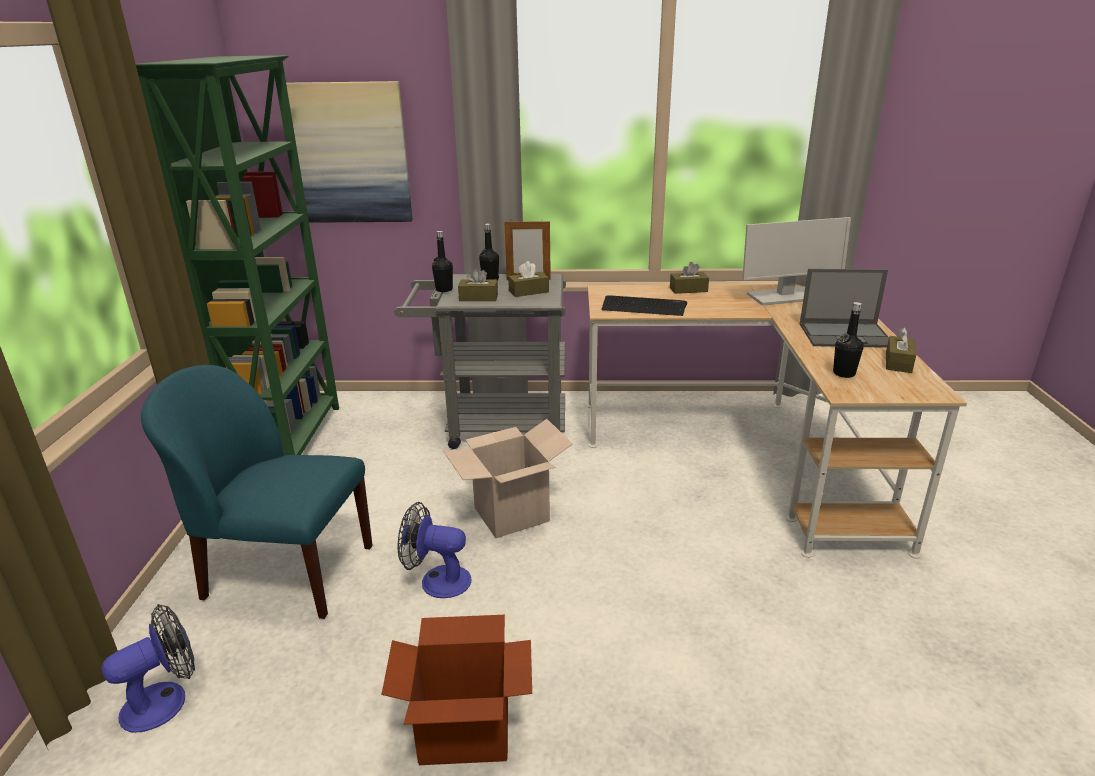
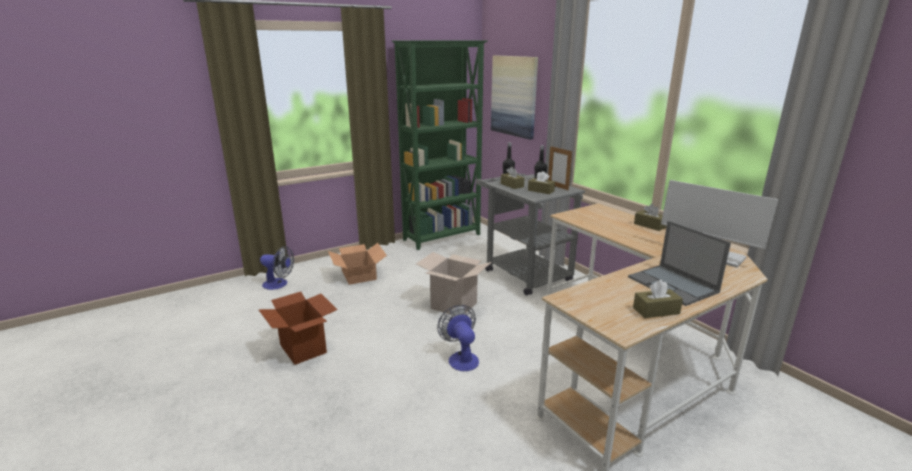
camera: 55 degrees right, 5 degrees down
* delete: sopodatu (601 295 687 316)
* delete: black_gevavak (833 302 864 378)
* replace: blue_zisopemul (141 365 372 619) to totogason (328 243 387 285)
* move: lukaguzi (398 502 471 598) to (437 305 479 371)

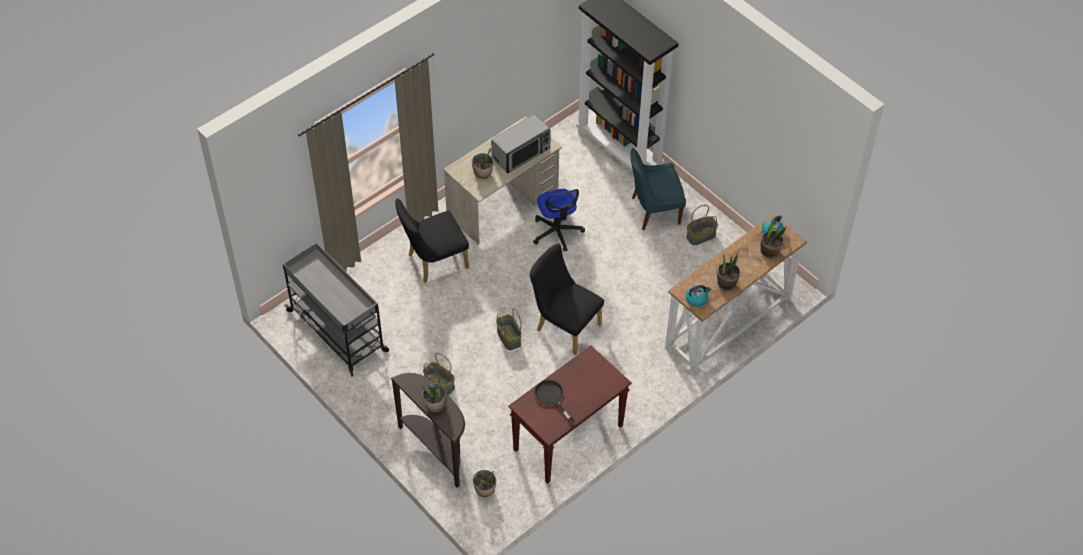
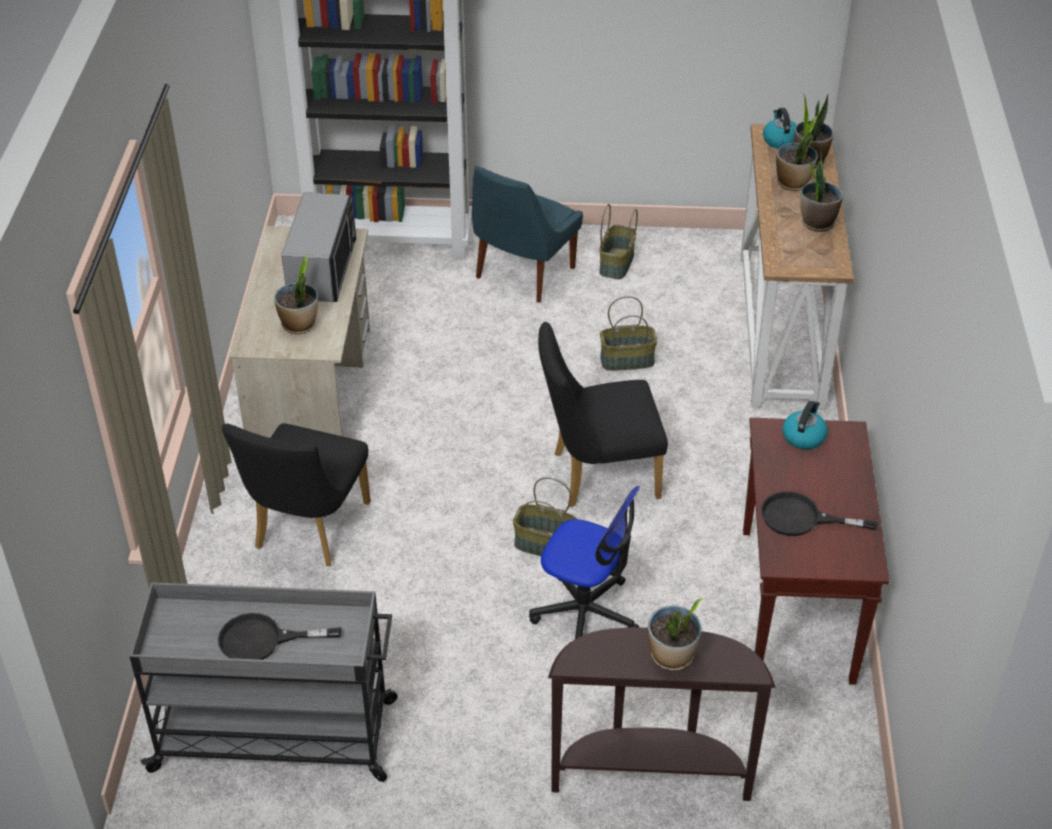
camera: 45 degrees left, 10 degrees down
* move: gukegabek (533 189 585 252) to (529 486 640 639)
* move: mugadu (685 285 711 307) to (782 401 828 449)
* move: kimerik (423 353 455 395) to (600 296 657 371)
* move: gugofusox (473 470 496 497) to (776 116 818 191)
* insert: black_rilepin (218 613 342 660)

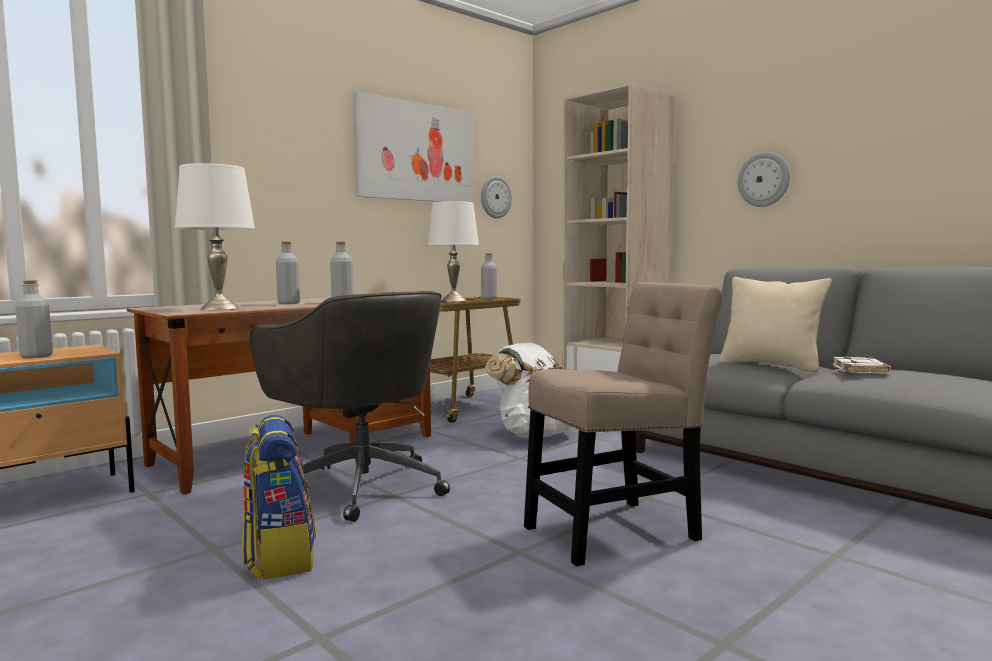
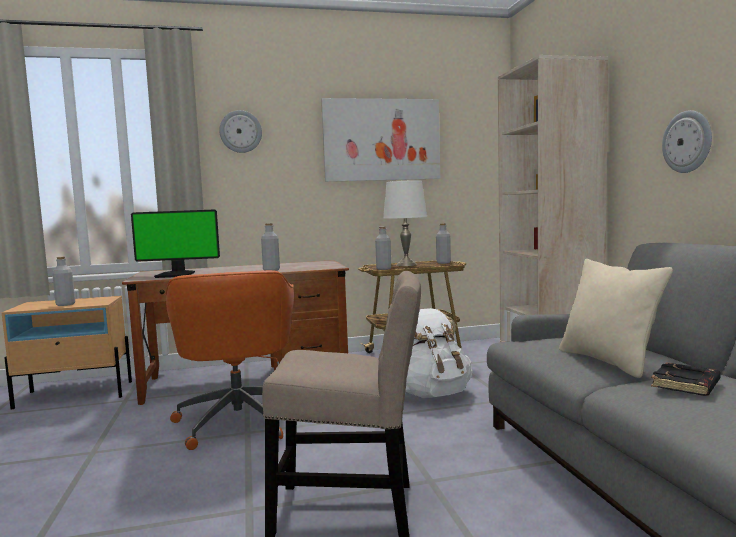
camera: 30 degrees right, 0 degrees up
* replace: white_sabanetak (175 163 255 310) to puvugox (131 209 220 278)
* move: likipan (481 176 512 218) to (219 110 262 153)
* move: grey_gevavak (276 242 300 304) to (375 227 391 270)
* recolor: grey_gukegabek (250 291 450 522) to orange_gukegabek (166 270 294 450)
* recolor: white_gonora (832 356 891 374) to black_gonora (651 362 721 396)
* delete: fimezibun (242 415 316 579)

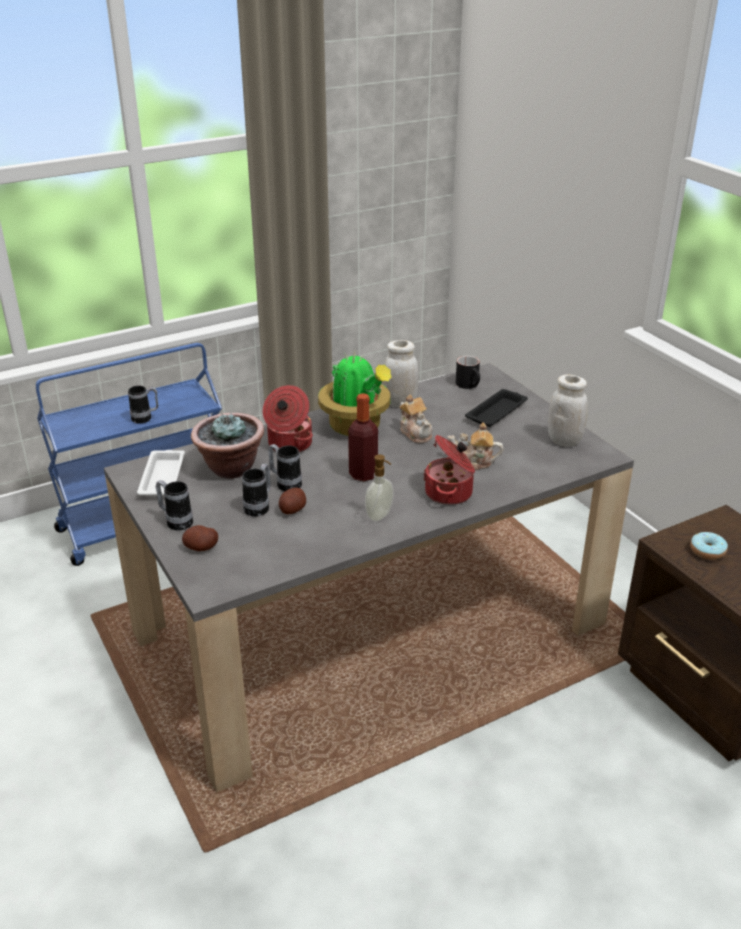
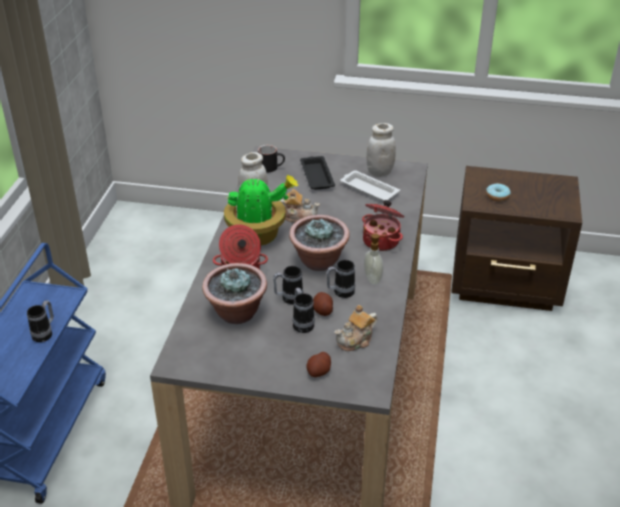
camera: 50 degrees left, 5 degrees up
* replace: gevavak (348 393 378 481) to gugofusox (289 215 350 271)
* move: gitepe (447 422 504 470) to (335 305 378 351)
* move: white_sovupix (137 450 185 497) to (340 170 400 202)
* move: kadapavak (155 480 193 531) to (327 260 355 298)

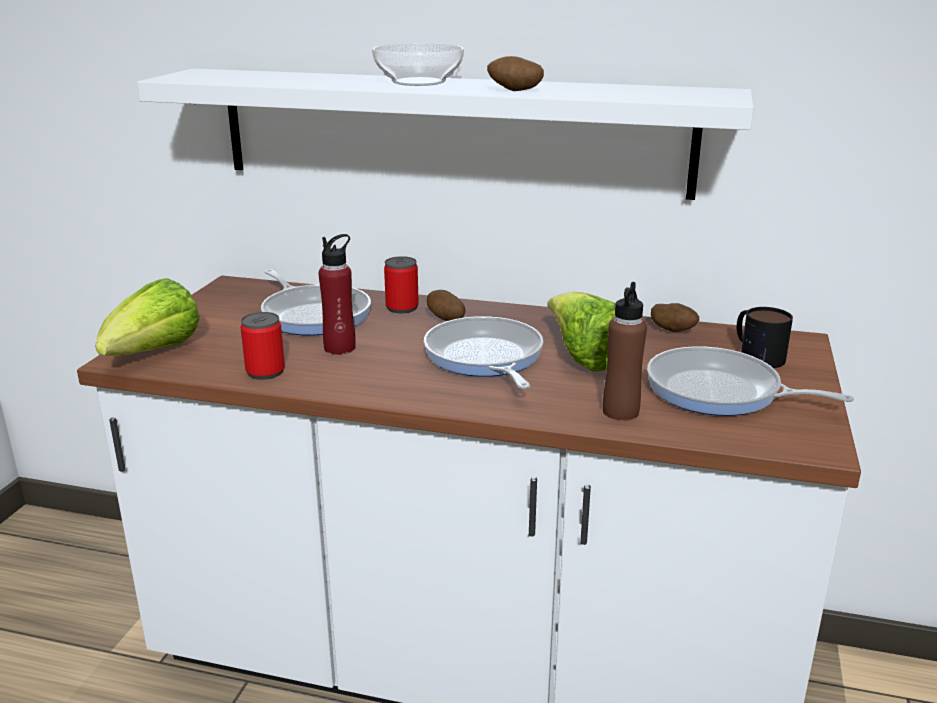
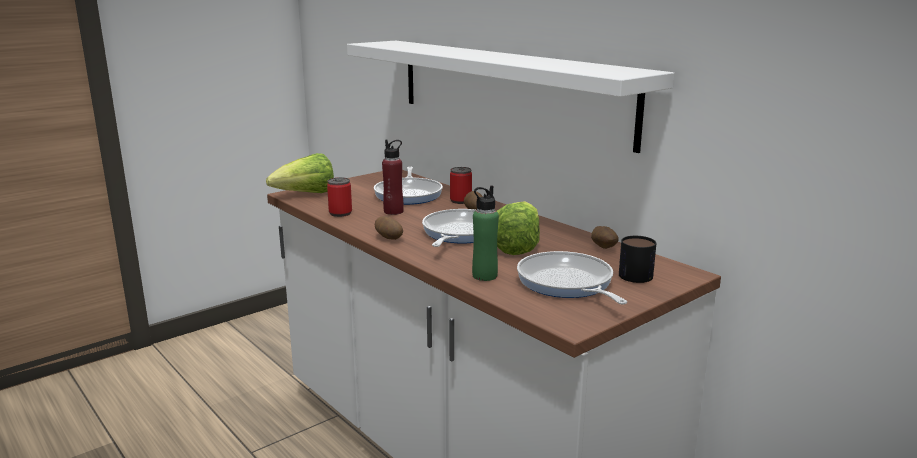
camera: 35 degrees right, 5 degrees down
* delete: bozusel (372 43 464 86)
* move: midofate (487 56 544 91) to (375 216 403 240)
* recolor: brown_gevavak (603 282 647 421) to green_gevavak (472 186 499 281)

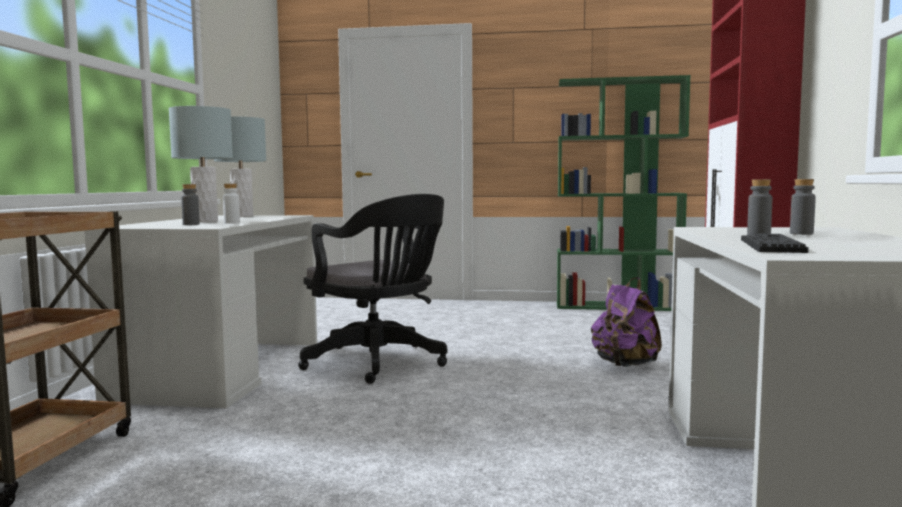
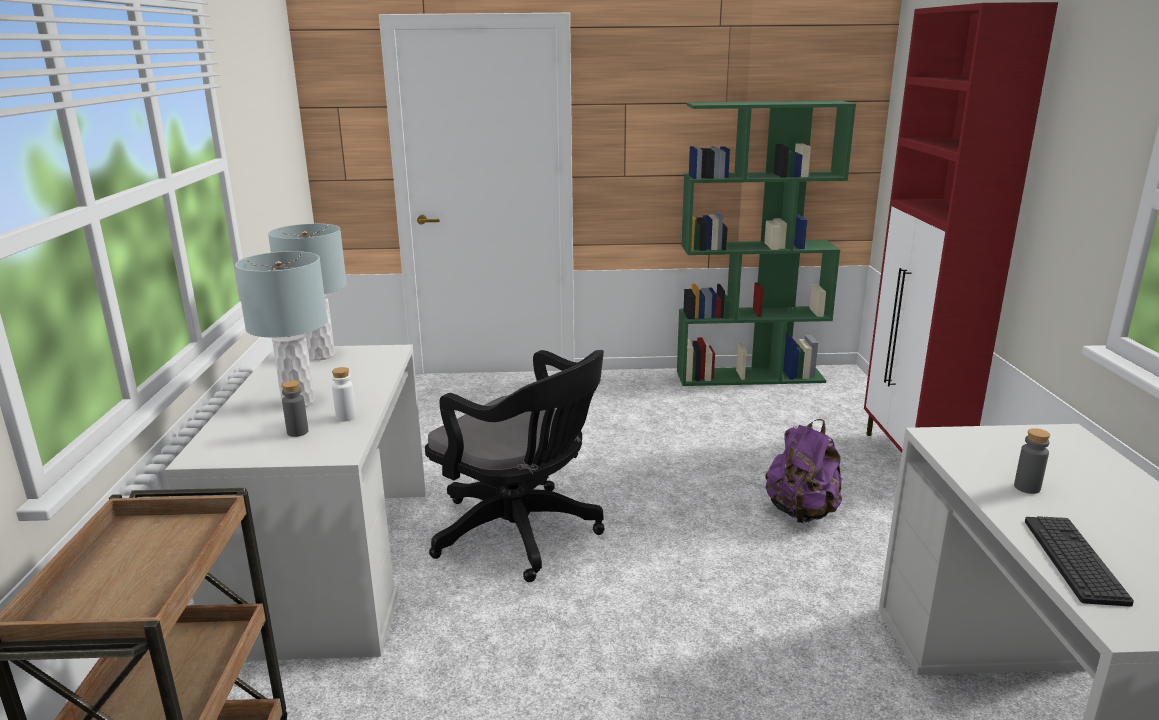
camera: 10 degrees left, 15 degrees up
* delete: grey_gevavak (790 179 816 235)

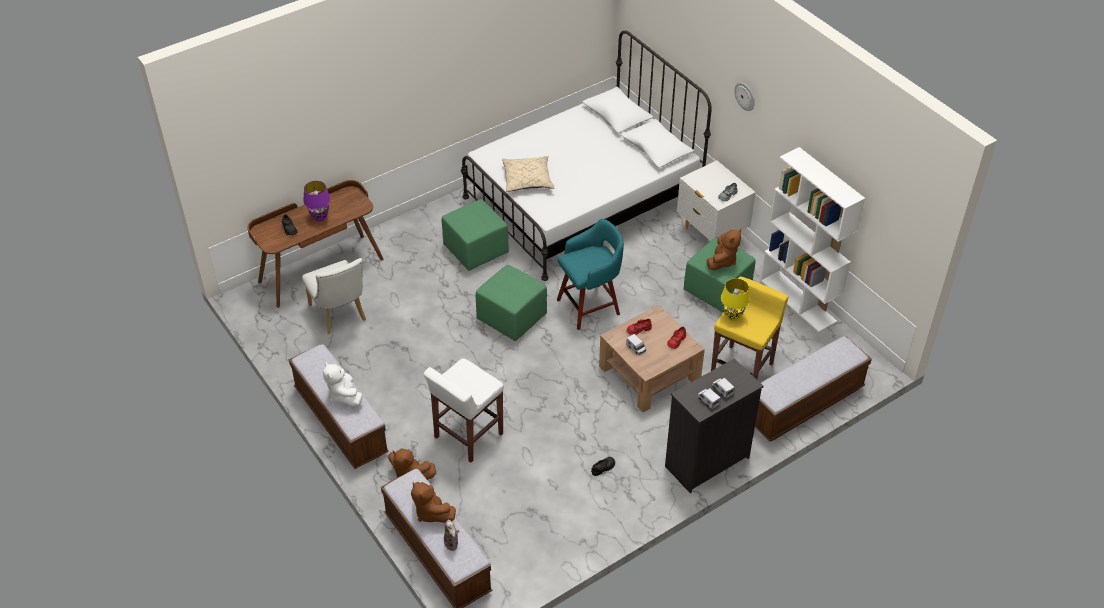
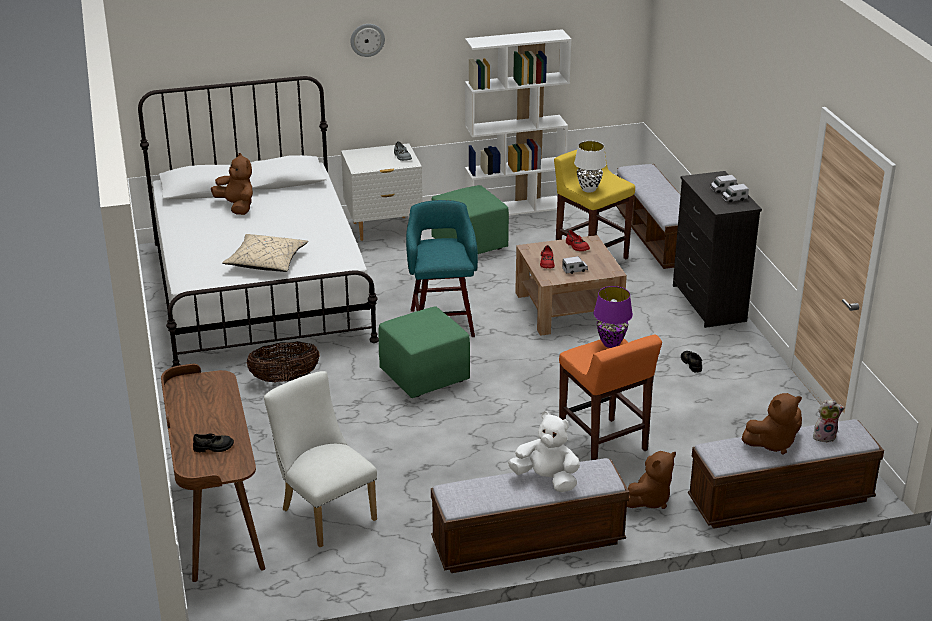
camera: 70 degrees left, 15 degrees down
* move: purple_sabanetak (303 181 331 222) to (594 286 633 348)
* replace: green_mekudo (442 199 509 271) to kimerik (246 341 320 383)
* move: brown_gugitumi (707 229 741 270) to (211 153 253 215)
* rotate: white_zisopemul (302 258 366 334) = (264 371 377 547) 120 degrees counterclockwise
* recolor: yellow_sabanetak (721 278 750 321) to white_sabanetak (574 141 606 193)
* recolor: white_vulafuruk (424 358 504 463) to orange_vulafuruk (559 334 662 460)
* rotate: white_gugitumi (323 362 363 407) = (508 411 580 492) 150 degrees counterclockwise

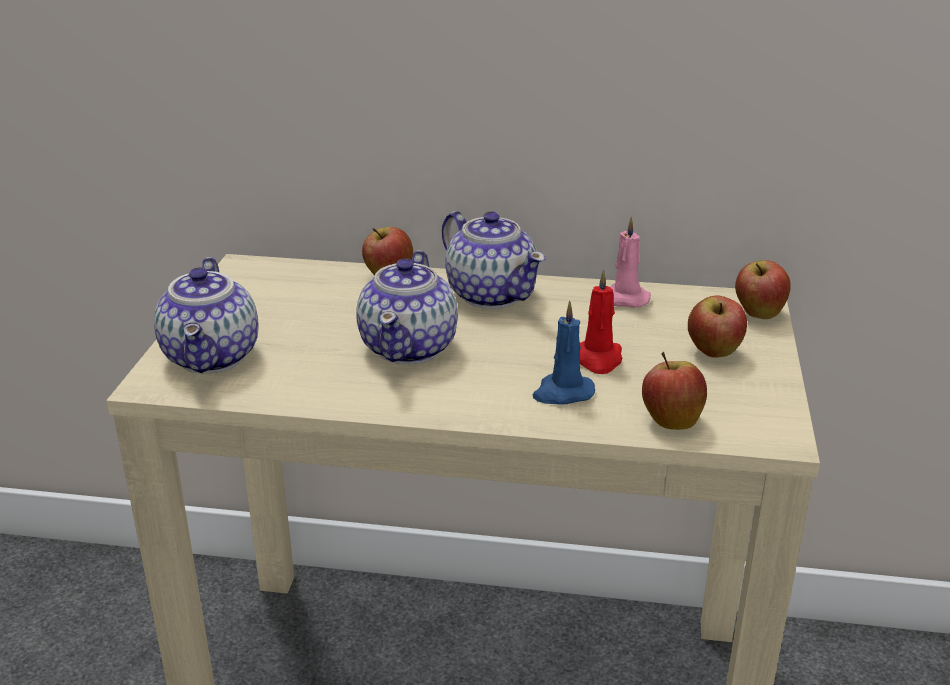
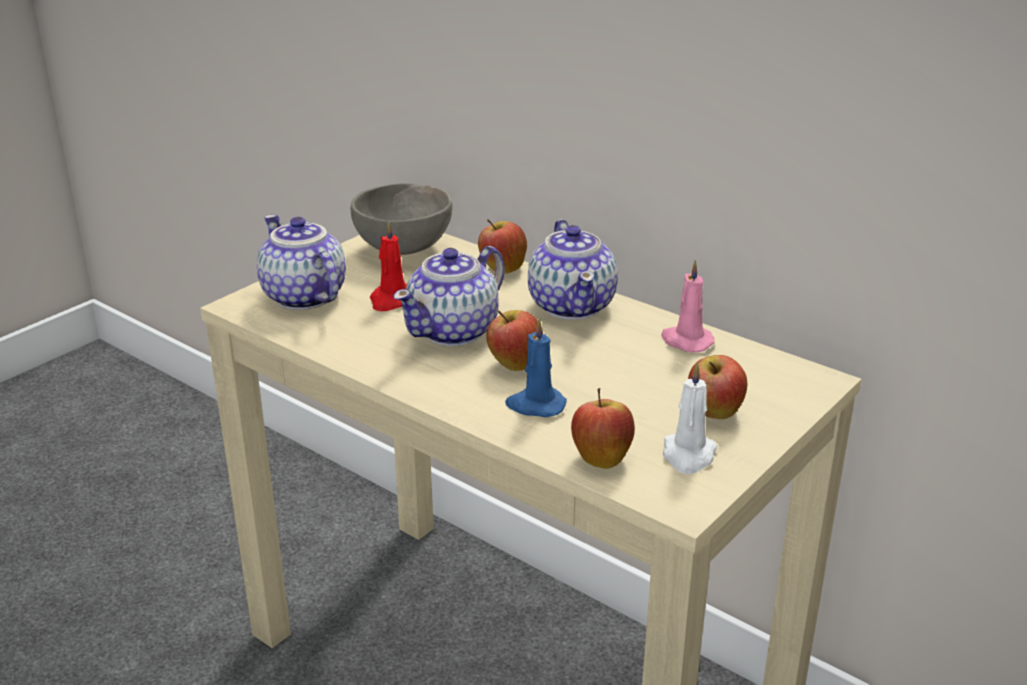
camera: 30 degrees right, 0 degrees up
* rotate: gitepe (154 257 258 373) = (257 214 346 310) 120 degrees clockwise
* move: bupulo (735 260 791 319) to (486 310 543 371)
* move: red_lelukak (579 269 622 374) to (370 221 407 311)
* insert: grey_bozusel (350 183 452 255)
* insert: white_lelukak (663 363 718 474)

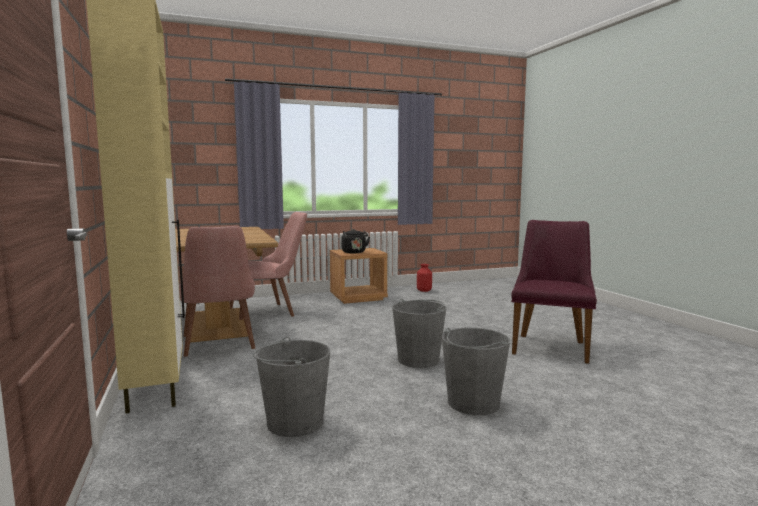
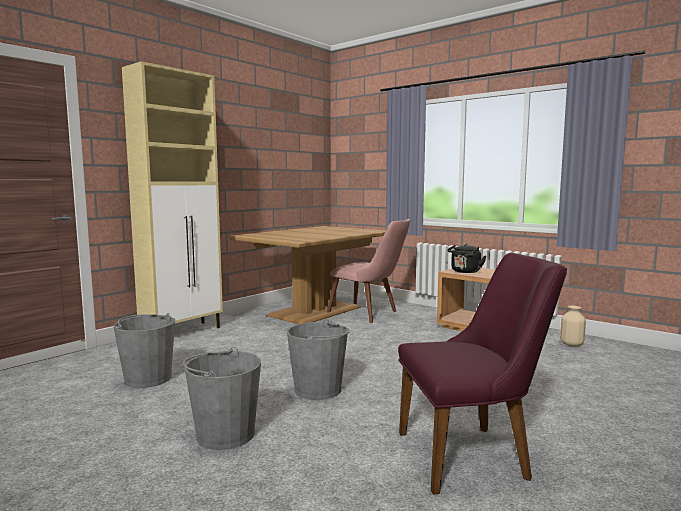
camera: 60 degrees right, 0 degrees up
* delete: pink_zisopemul (179 226 255 357)
* recolor: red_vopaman (417 264 432 292) to beige_vopaman (560 306 586 346)

